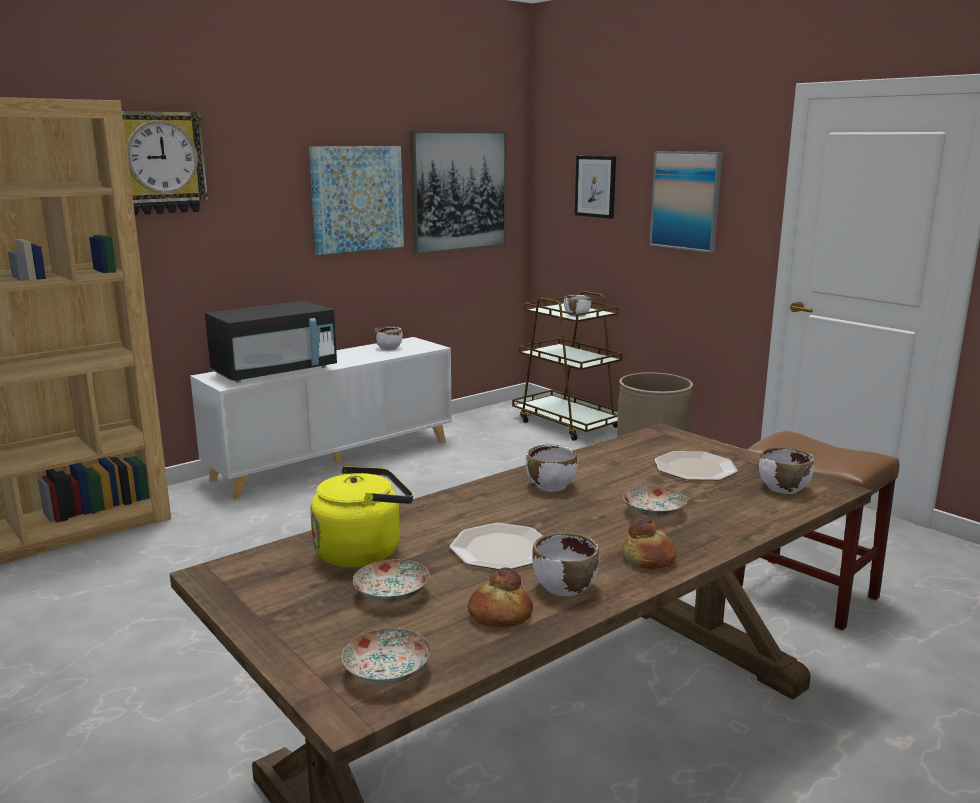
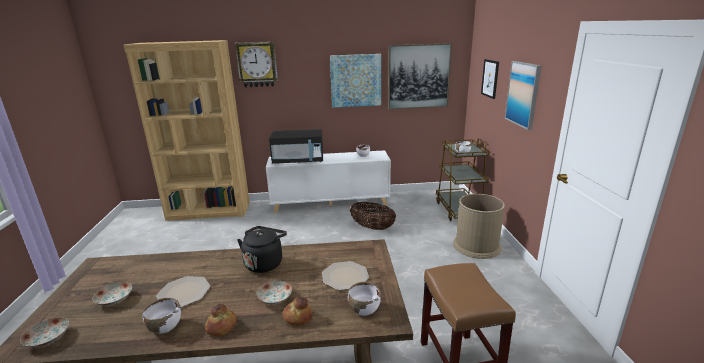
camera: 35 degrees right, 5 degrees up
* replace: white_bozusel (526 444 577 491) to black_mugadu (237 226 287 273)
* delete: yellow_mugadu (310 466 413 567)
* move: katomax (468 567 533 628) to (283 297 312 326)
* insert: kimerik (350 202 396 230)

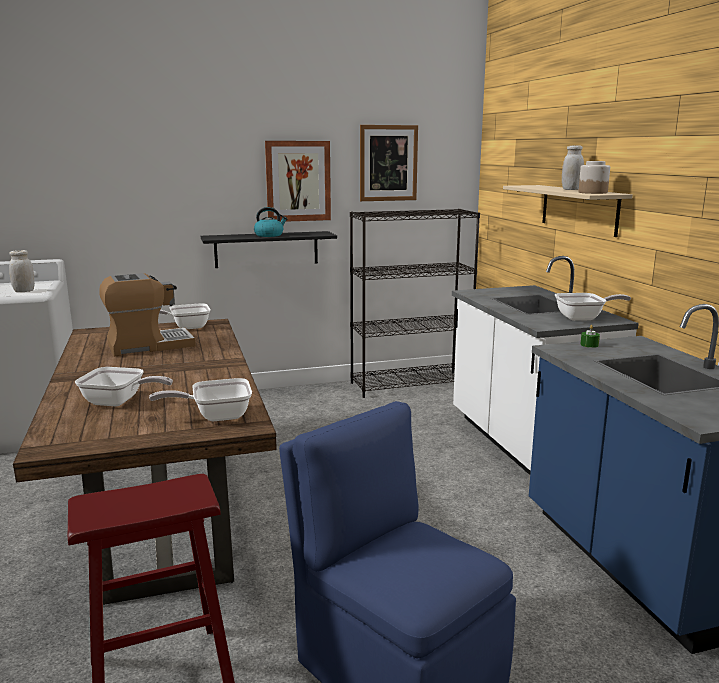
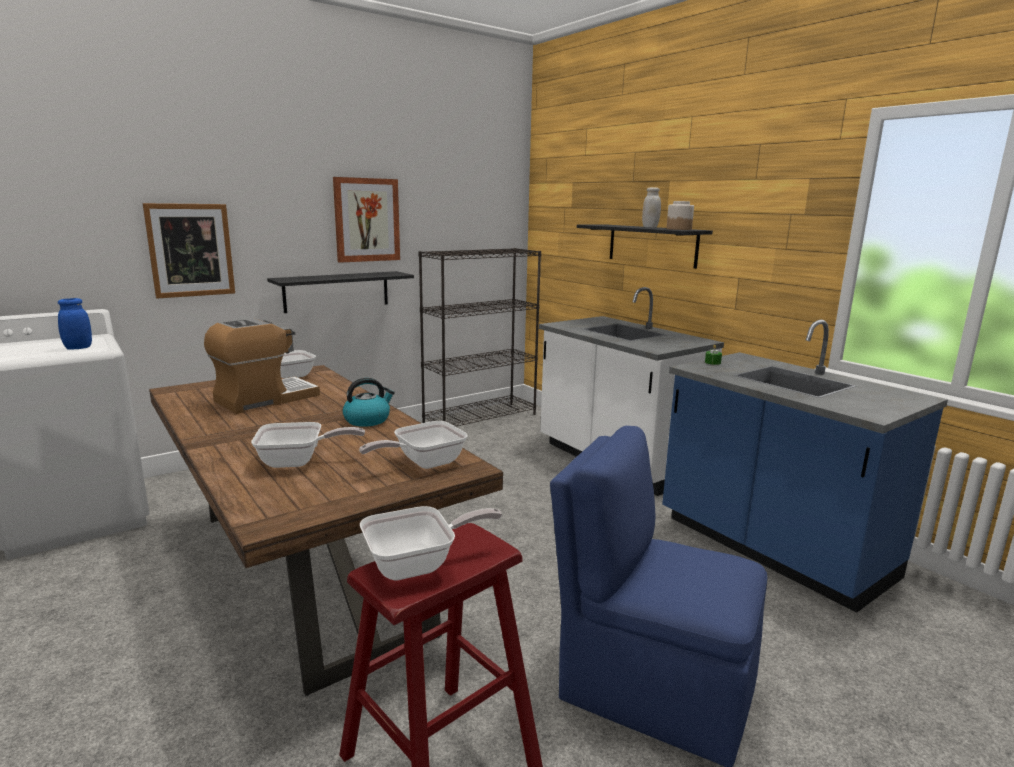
camera: 20 degrees left, 0 degrees up
* move: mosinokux (360 125 418 201) to (143 203 235 299)
* recolor: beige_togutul (503 185 633 237) to black_togutul (577 224 713 269)
* move: mugadu (254 207 287 237) to (343 378 395 427)
* recolor: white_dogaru (9 250 35 292) to blue_dogaru (58 298 92 349)
* move: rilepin (555 293 631 321) to (360 506 502 581)

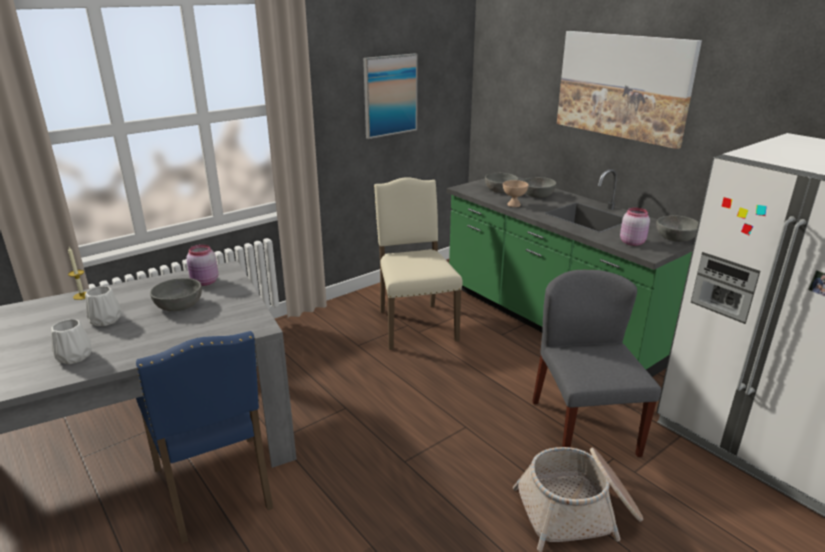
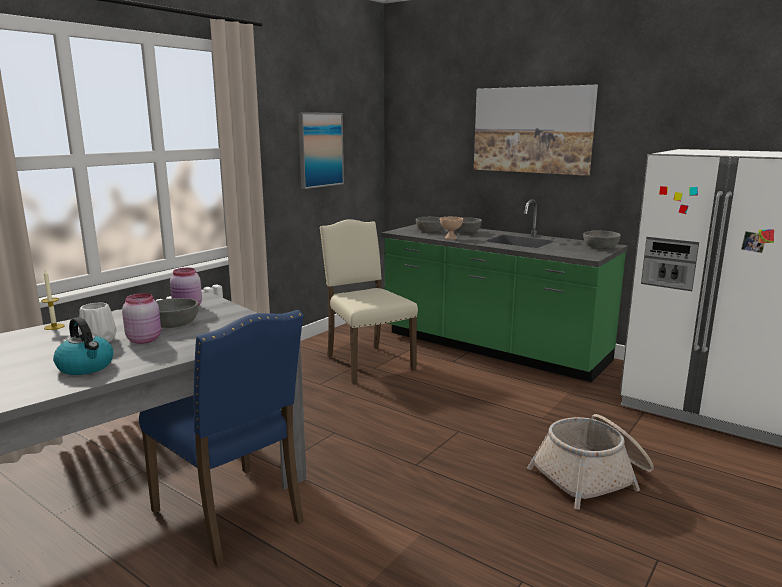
camera: 15 degrees left, 10 degrees down
* move: pink_dogaru (620 207 650 246) to (122 293 161 344)
* delete: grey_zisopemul (532 270 661 457)
* replace: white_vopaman (51 319 92 364) to mugadu (53 317 113 375)

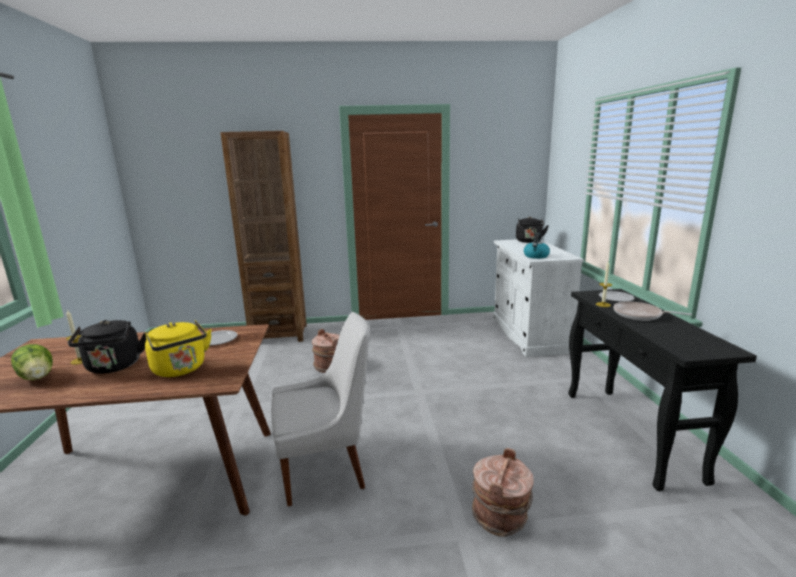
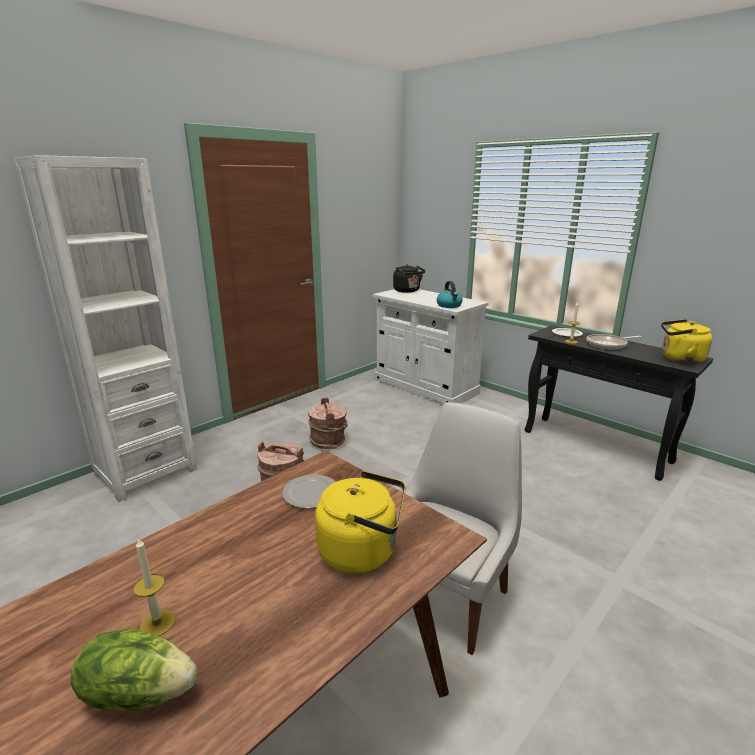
camera: 40 degrees left, 5 degrees up
* recolor: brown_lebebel (220 131 307 342) to white_lebebel (14 155 197 502)
* delete: black_mugadu (68 320 148 374)
* move: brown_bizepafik (472 448 534 537) to (308 397 347 449)
* insert: yellow_mugadu (661 319 712 364)

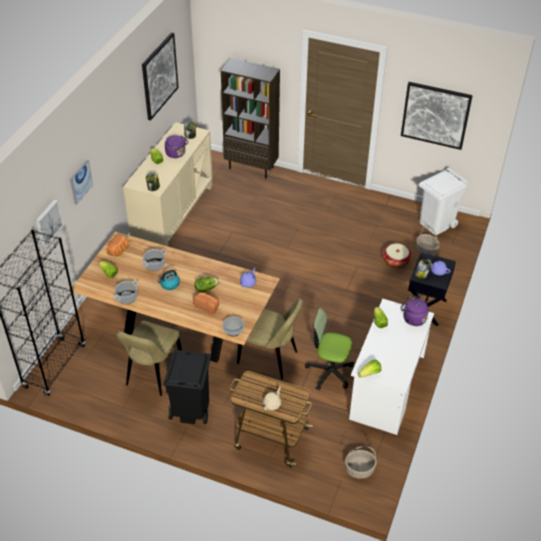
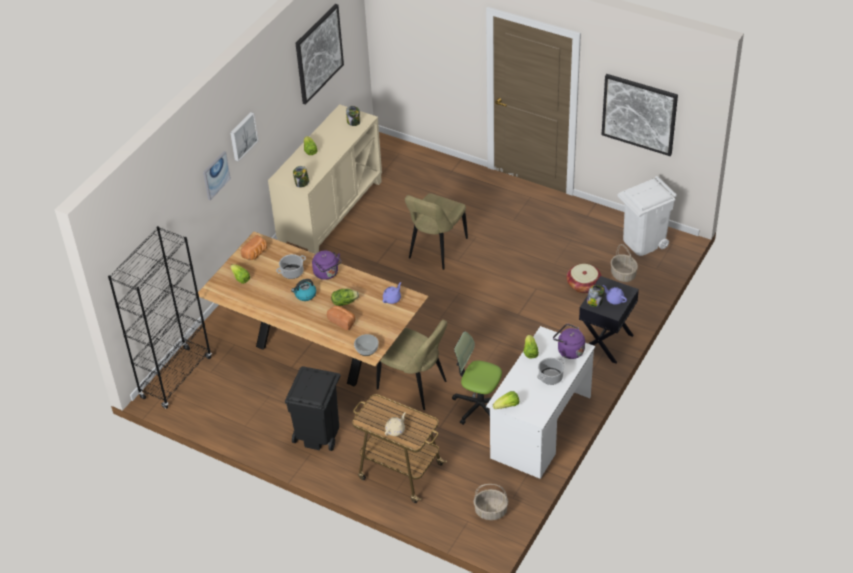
camera: 10 degrees right, 0 degrees up
* delete: brown_lebebel (221 58 280 178)
* move: purple_mugadu (165 135 189 158) to (312 251 341 280)
* move: mosinokux (36 199 63 247) to (230 112 258 162)
* move: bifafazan (114 281 138 304) to (537 358 565 385)
* move: beige_zisopemul (116 320 182 396) to (405 193 468 270)

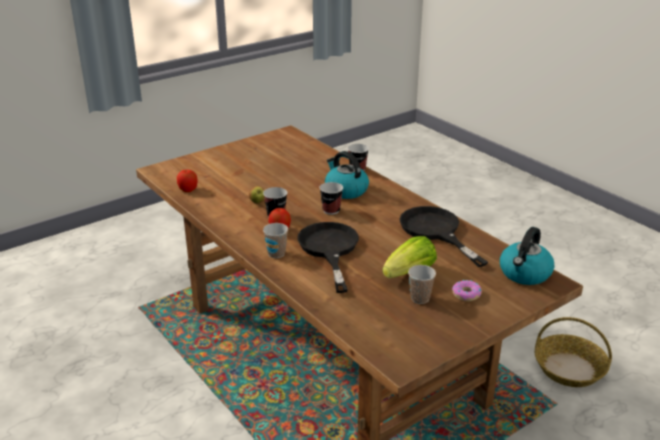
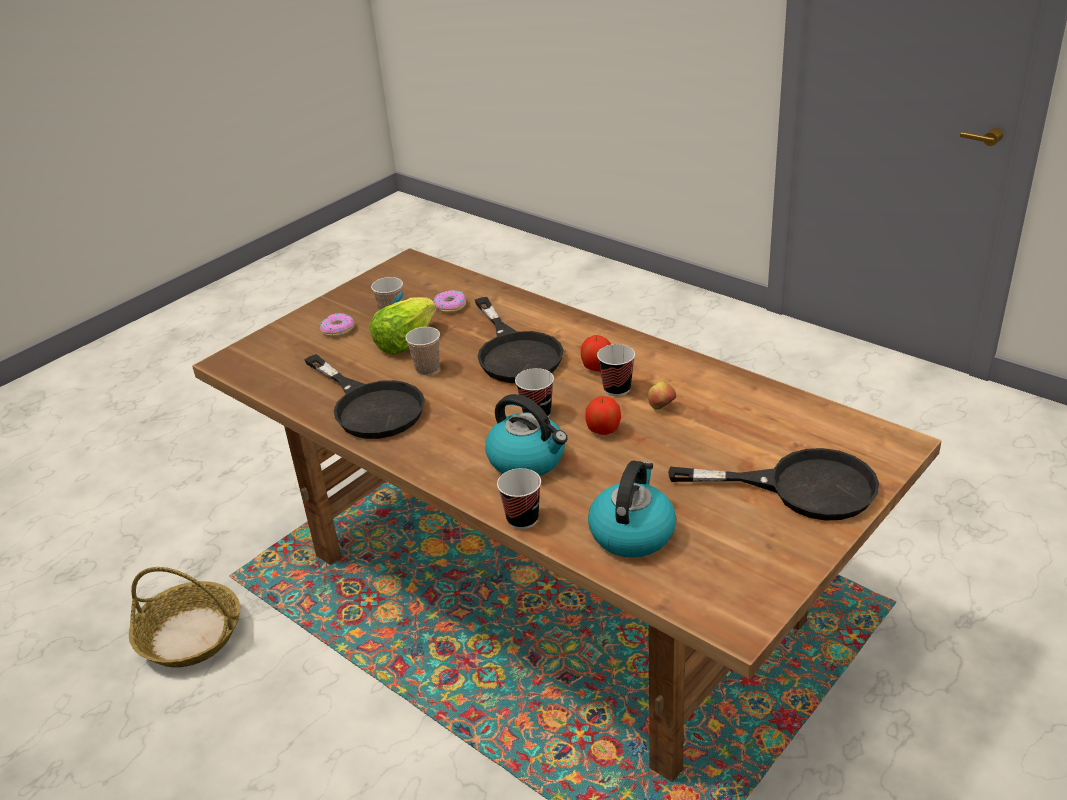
camera: 170 degrees right, 5 degrees up
* move: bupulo (177 170 198 192) to (585 396 621 435)
* move: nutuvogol (263 223 288 258) to (405 327 440 375)
* move: mugadu (500 227 555 285) to (588 461 676 558)
* insert: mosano (433 290 466 313)
* insert: black_rilepin (668 448 879 521)

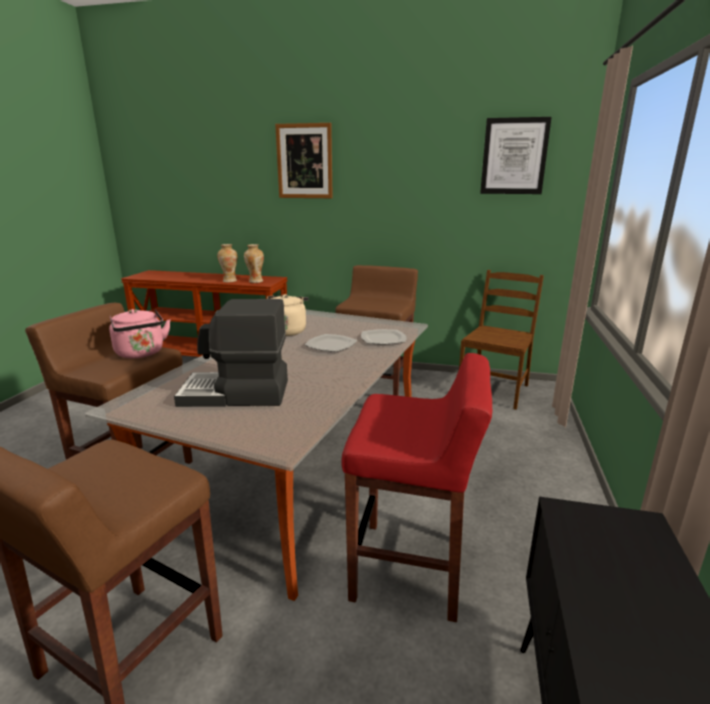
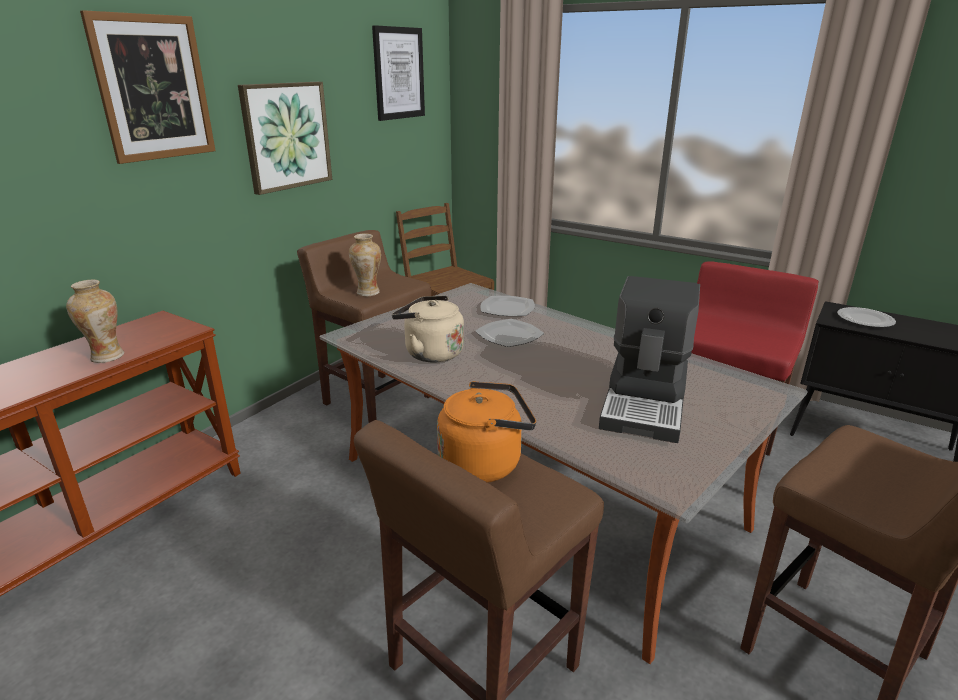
camera: 70 degrees left, 5 degrees up
* move: vopaman (244 244 264 283) to (349 234 381 296)
* recolor: pink_mugadu (109 309 171 358) to orange_mugadu (437 381 536 483)
* insert: mosinokux (238 82 332 195)
* insert: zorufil (837 307 896 327)

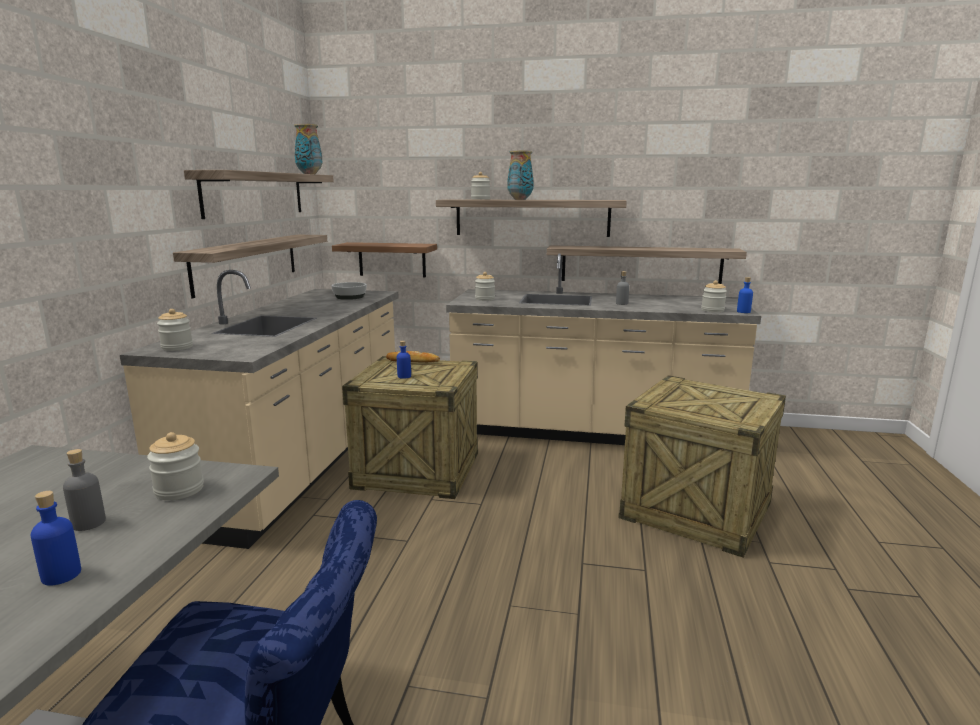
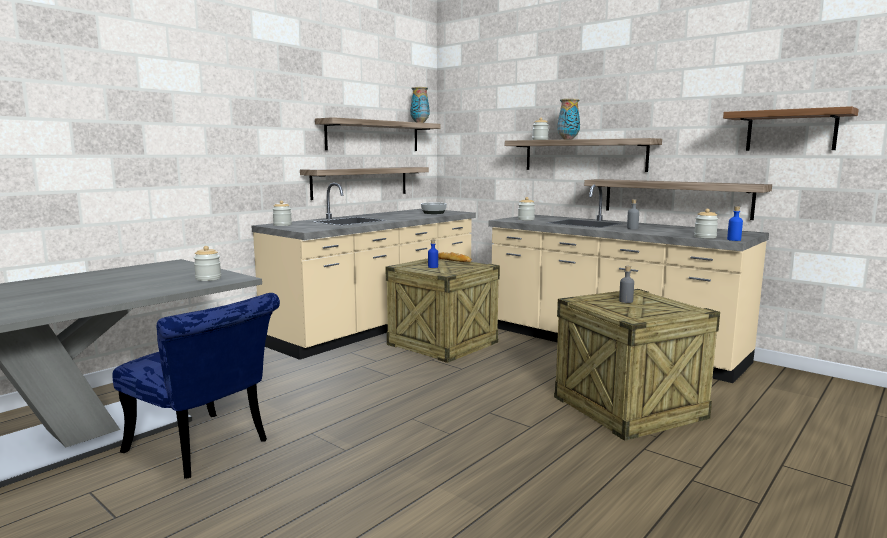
camera: 30 degrees right, 5 degrees down
* move: togutul (332 242 437 277) to (723 106 859 151)
* move: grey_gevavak (63 449 106 531) to (619 266 634 303)
* delete: blue_gevavak (30 491 81 586)

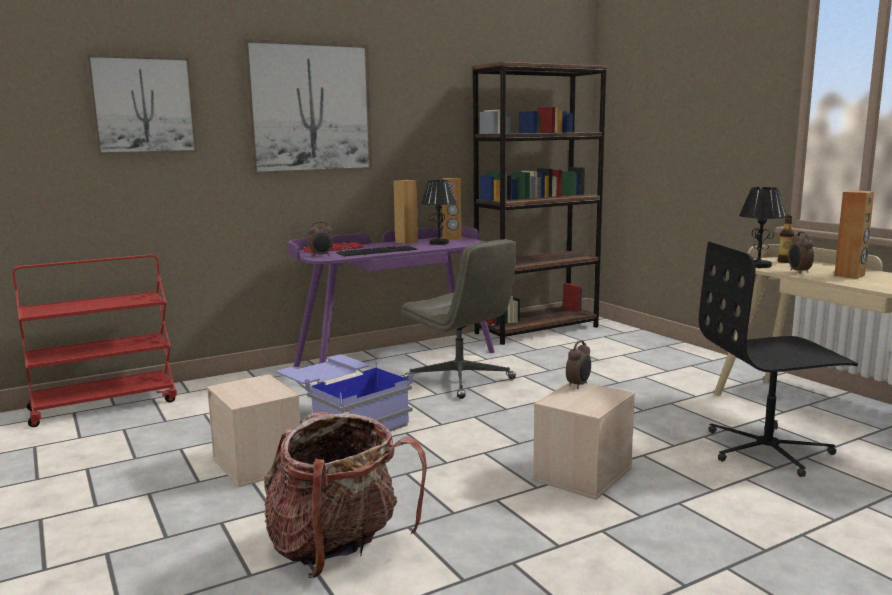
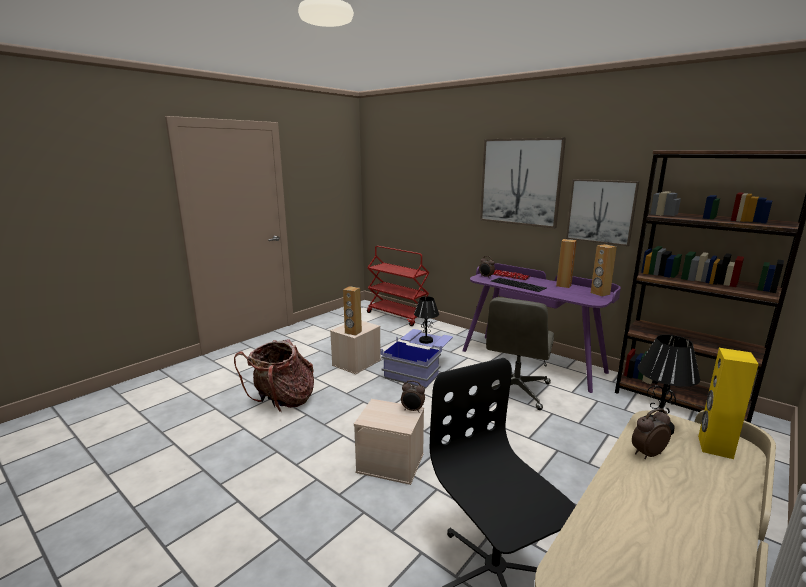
camera: 70 degrees right, 5 degrees up
* move: mosinokux (87 54 197 154) to (566 179 639 246)
* move: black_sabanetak (421 180 456 245) to (414 296 439 344)
* move: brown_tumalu (834 190 874 279) to (343 286 362 336)
* replace: gevavak (778 215 794 263) to yellow_tumalu (698 348 759 459)

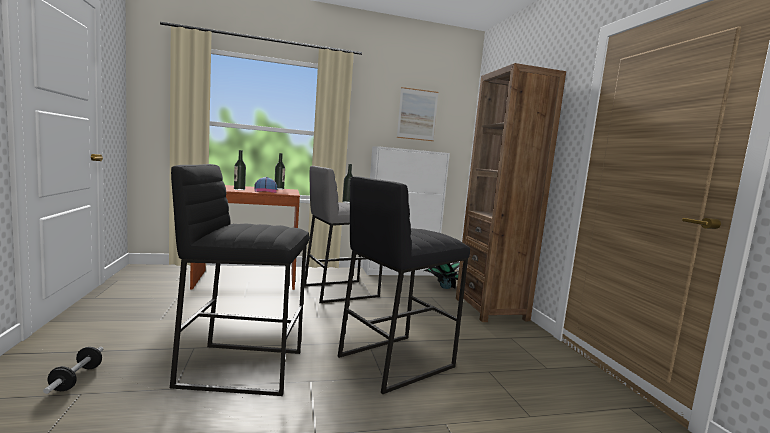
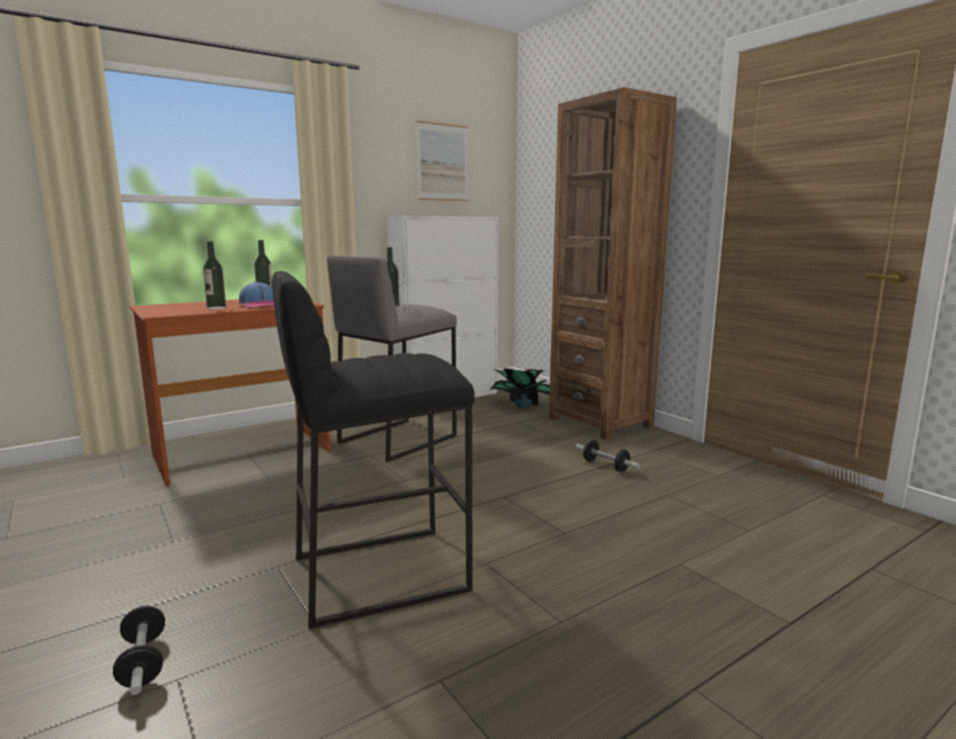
camera: 20 degrees left, 5 degrees up
* delete: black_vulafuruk (338 176 470 394)
* insert: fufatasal (576 440 640 472)

